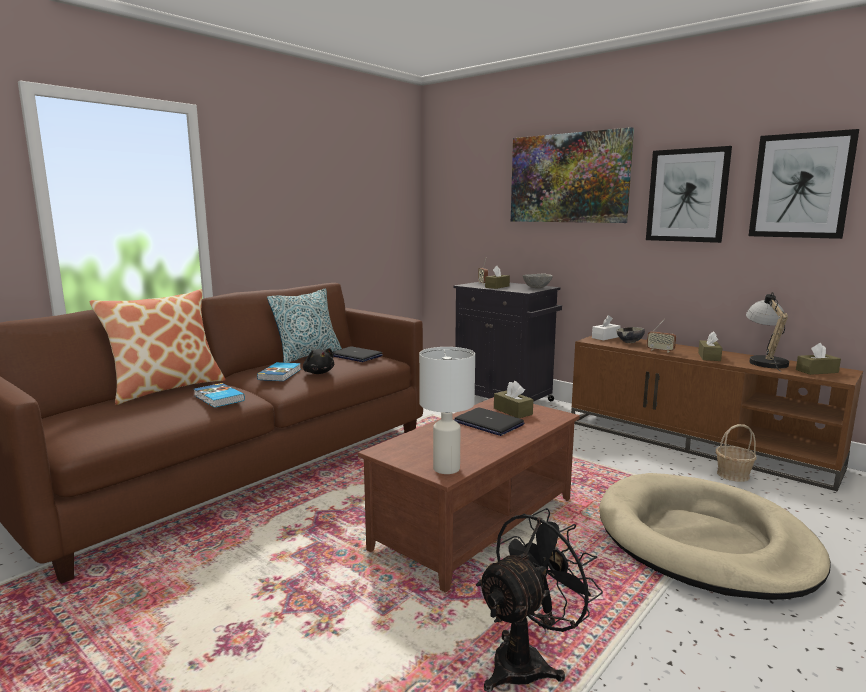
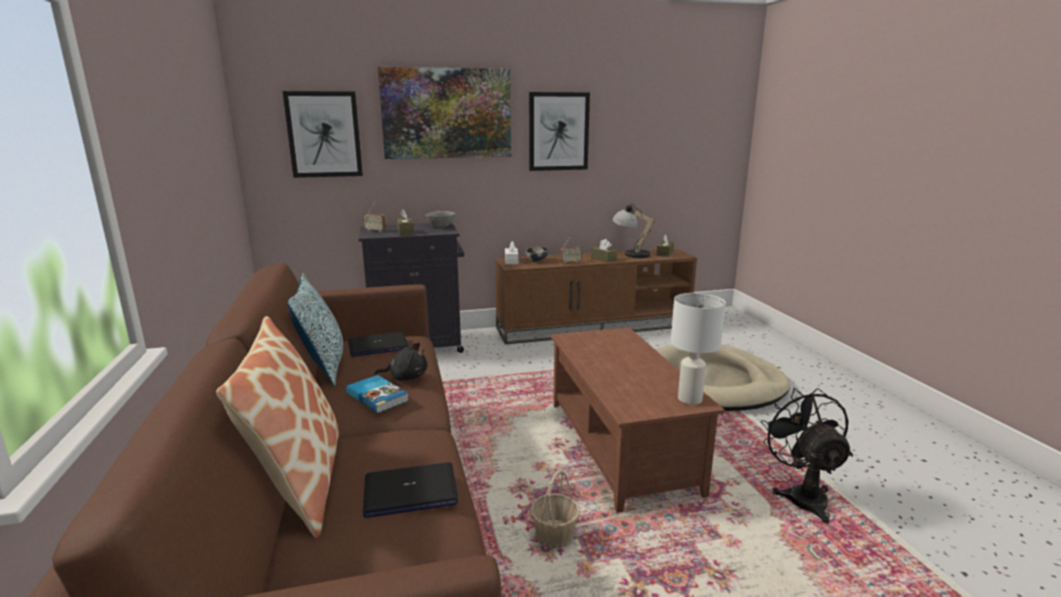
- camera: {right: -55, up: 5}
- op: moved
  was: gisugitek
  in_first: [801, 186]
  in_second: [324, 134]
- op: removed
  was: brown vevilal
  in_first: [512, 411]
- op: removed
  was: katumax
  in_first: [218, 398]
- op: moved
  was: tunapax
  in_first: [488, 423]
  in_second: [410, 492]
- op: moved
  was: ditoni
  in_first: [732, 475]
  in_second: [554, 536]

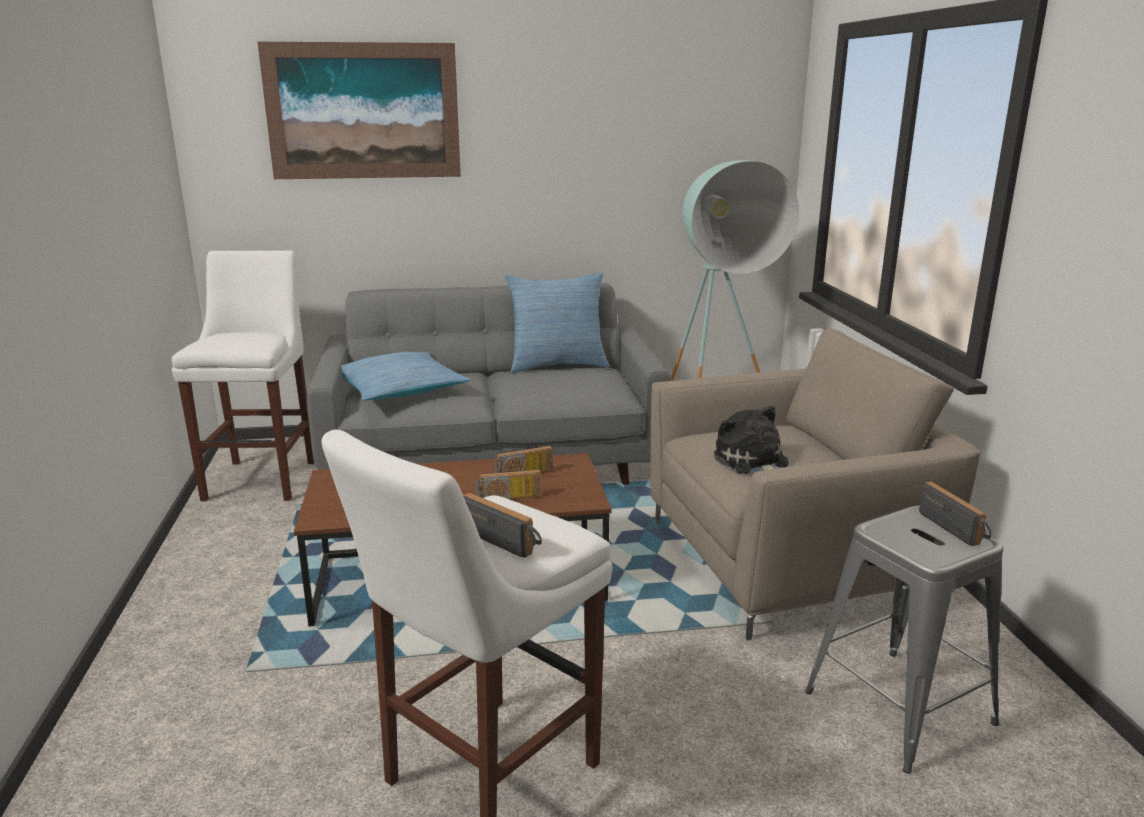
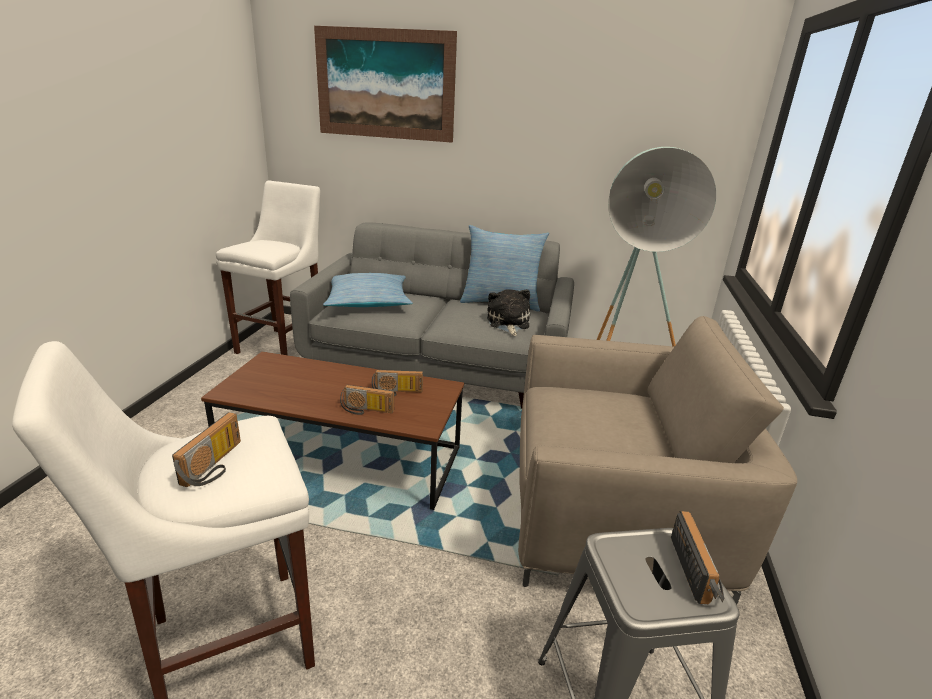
- camera: {right: 20, up: 5}
- op: moved
  was: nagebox
  in_first: [752, 463]
  in_second: [508, 323]
- op: turned
  was: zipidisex
  in_first: [505, 539]
  in_second: [216, 466]
  clockwise: 45

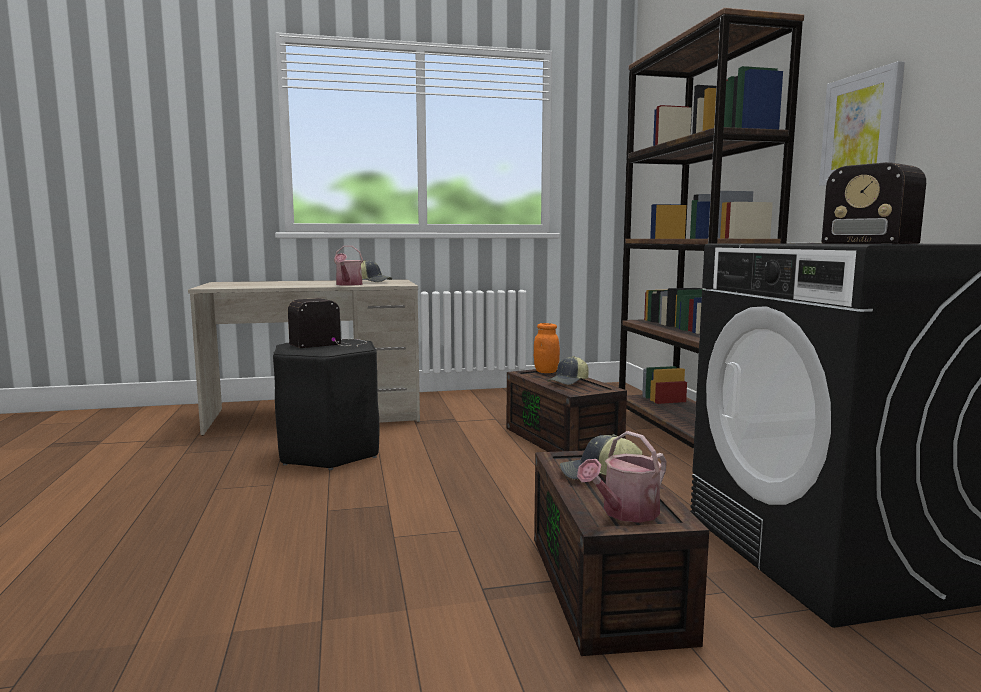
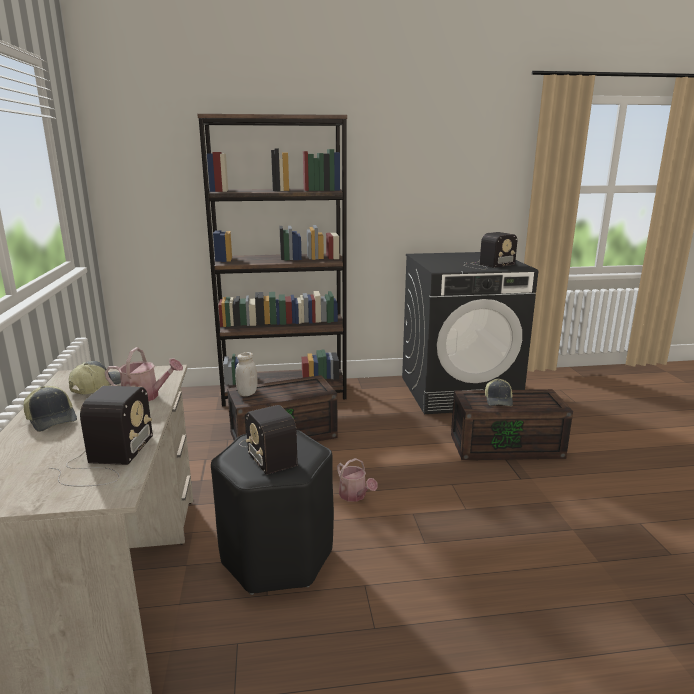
- camera: {right: -85, up: 10}
- op: removed
  was: gisugitek
  in_first: [861, 128]
- op: recoloured
  was: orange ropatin
  now: white ropatin
  in_first: [546, 372]
  in_second: [247, 393]
- op: moved
  was: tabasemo
  in_first: [569, 382]
  in_second: [53, 419]
- op: moved
  was: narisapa
  in_first: [625, 513]
  in_second: [355, 496]
- op: added
  now: zipidisex
  in_second: [106, 460]

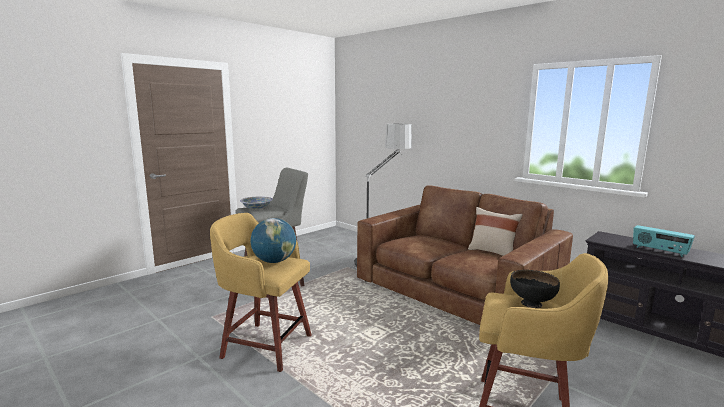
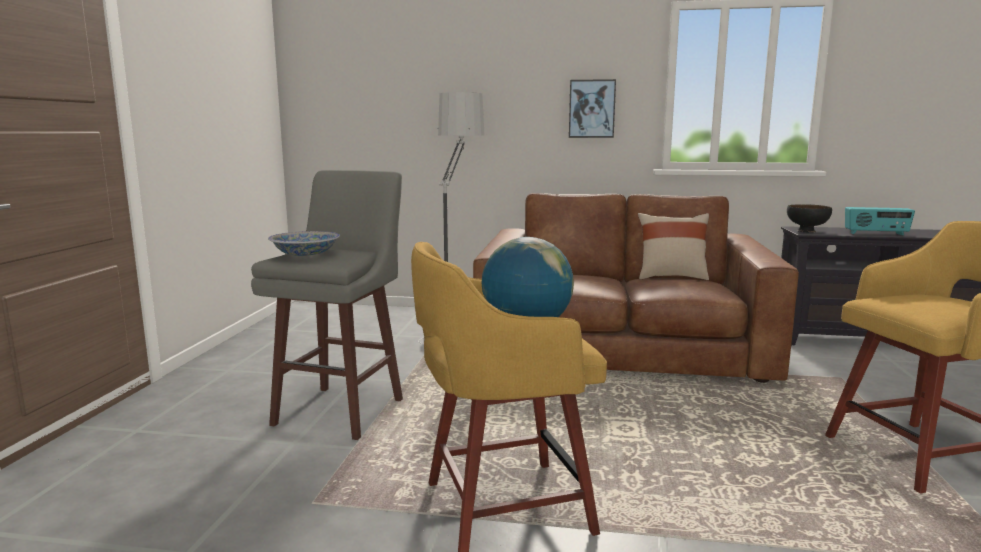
- camera: {right: -35, up: 0}
- op: moved
  was: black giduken
  in_first: [532, 304]
  in_second: [807, 231]
- op: added
  now: gisugitek
  in_second: [592, 109]

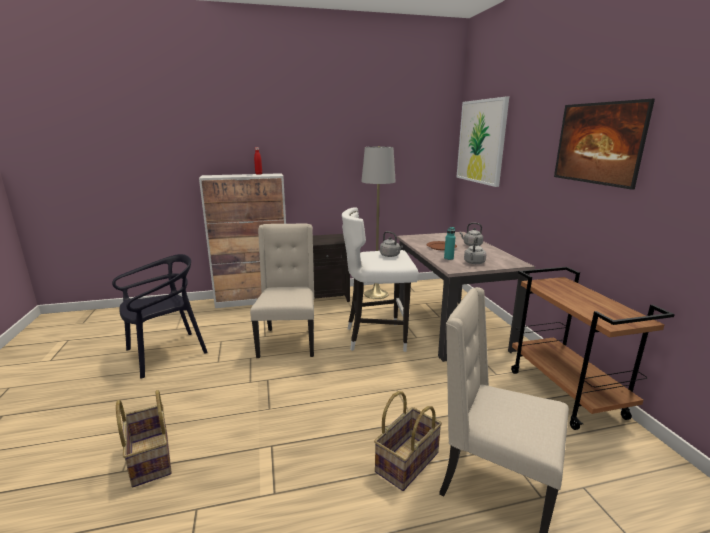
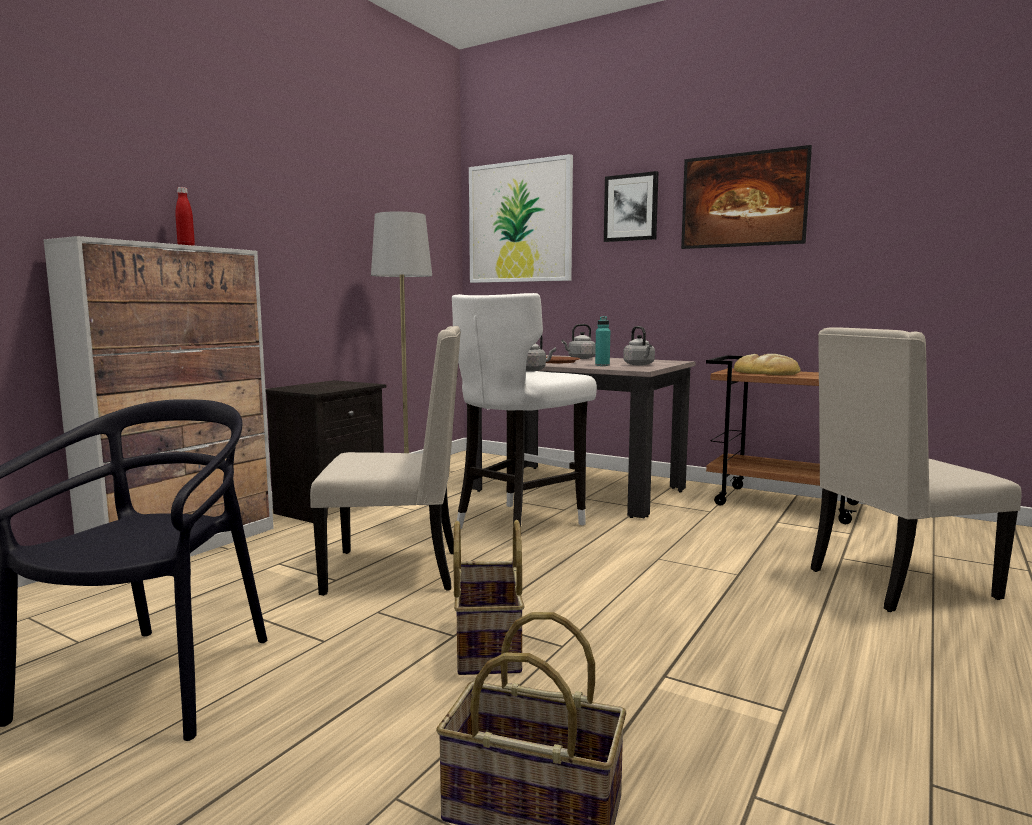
- camera: {right: -45, up: -10}
- op: turned
  was: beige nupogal
  in_first: [288, 341]
  in_second: [397, 571]
  clockwise: 135
- op: moved
  was: ditoni
  in_first: [406, 461]
  in_second: [486, 645]
- op: added
  now: gisugitek
  in_second: [631, 207]
- op: added
  now: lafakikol
  in_second: [766, 372]

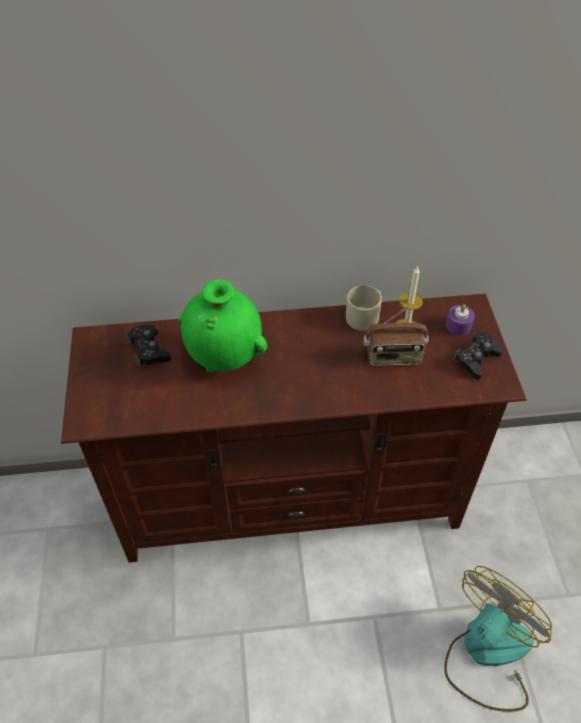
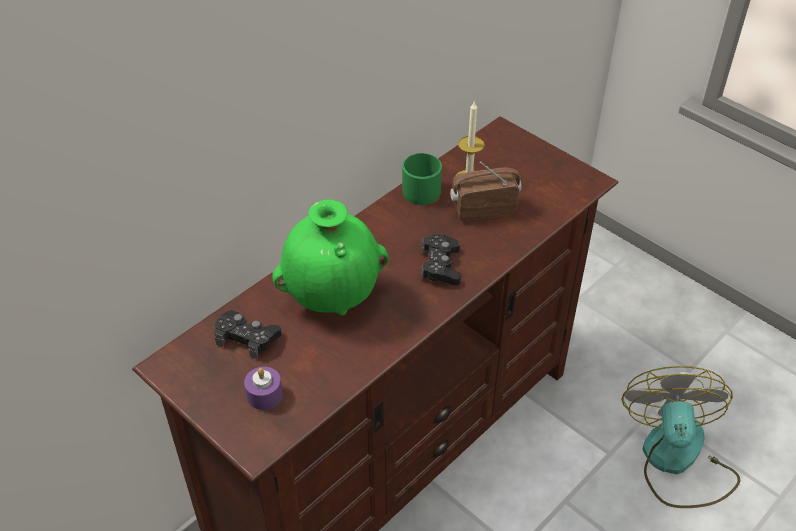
- camera: {right: -40, up: -5}
- op: recoloured
  was: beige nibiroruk
  now: green nibiroruk
  in_first: [365, 315]
  in_second: [421, 188]
- op: moved
  was: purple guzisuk
  in_first: [458, 325]
  in_second: [264, 395]
- op: turned
  was: zipidisex
  in_first: [393, 357]
  in_second: [483, 208]
  clockwise: -150
- op: moved
  was: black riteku
  in_first: [476, 359]
  in_second: [440, 266]

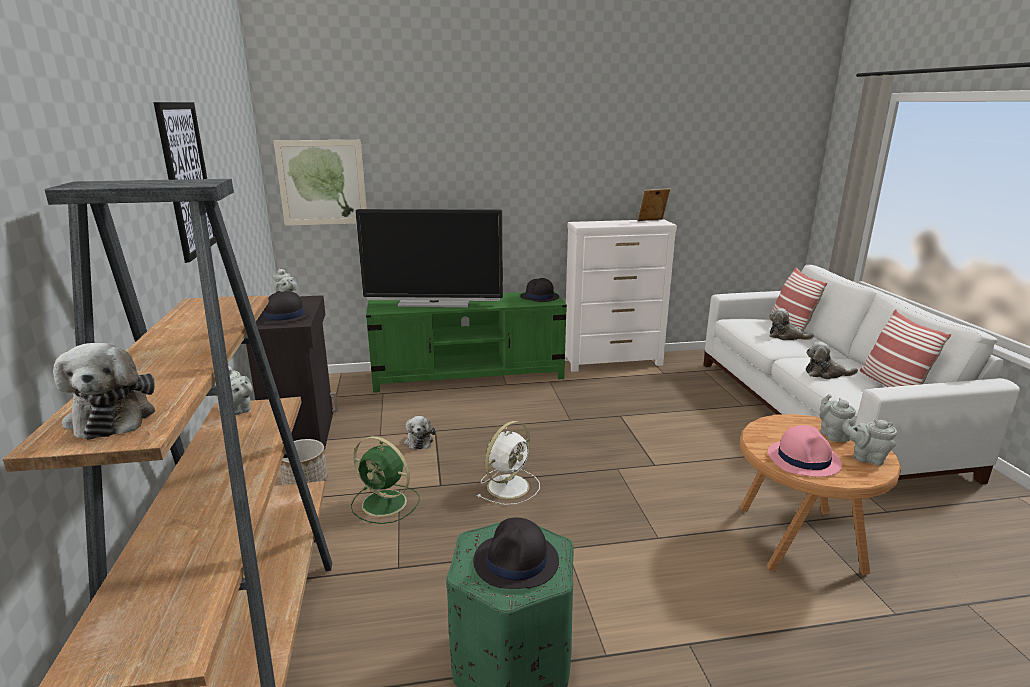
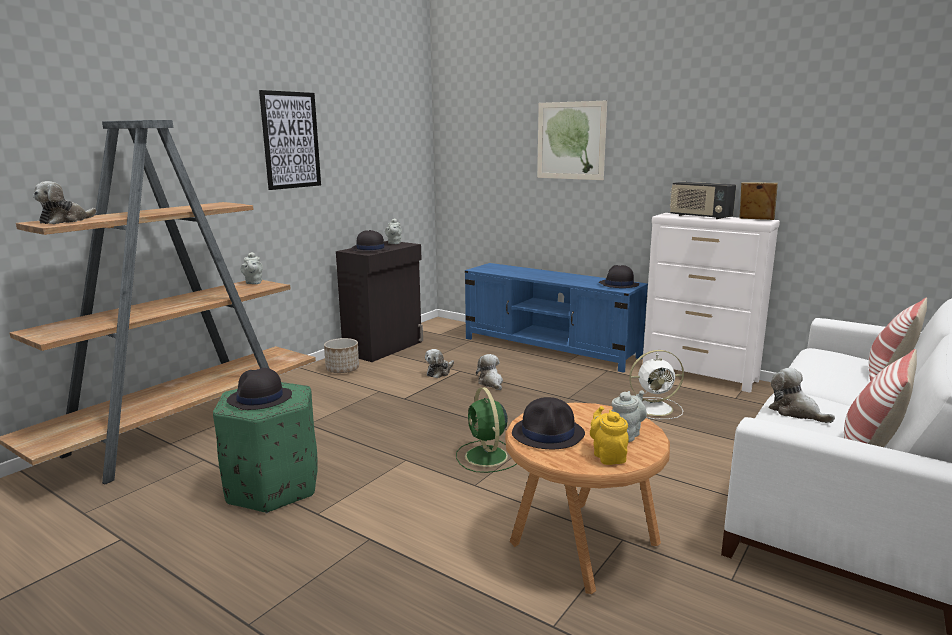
- camera: {right: 45, up: -5}
- op: moved
  was: gisugitek
  in_first: [322, 183]
  in_second: [571, 140]
- op: removed
  was: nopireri
  in_first: [434, 303]
- op: recoloured
  was: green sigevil
  now: blue sigevil
  in_first: [469, 375]
  in_second: [550, 348]
- op: moved
  was: nagebox
  in_first: [786, 336]
  in_second: [491, 383]
- op: recoloured
  was: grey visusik
  now: yellow visusik
  in_first: [866, 458]
  in_second: [608, 456]
- op: moved
  was: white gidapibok
  in_first: [509, 486]
  in_second: [655, 408]
- op: recoloured
  was: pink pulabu
  now: black pulabu
  in_first: [803, 459]
  in_second: [548, 434]
- op: moved
  was: green gidapibok
  in_first: [386, 503]
  in_second: [487, 457]
- op: added
  now: zipidisex
  in_second: [700, 216]

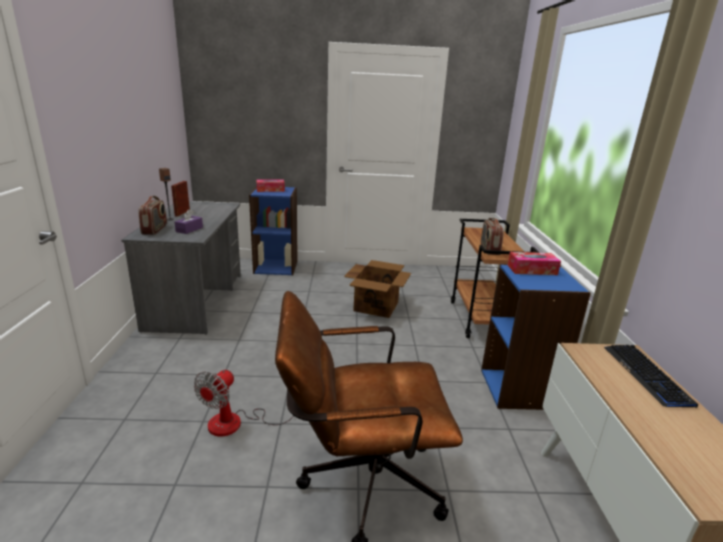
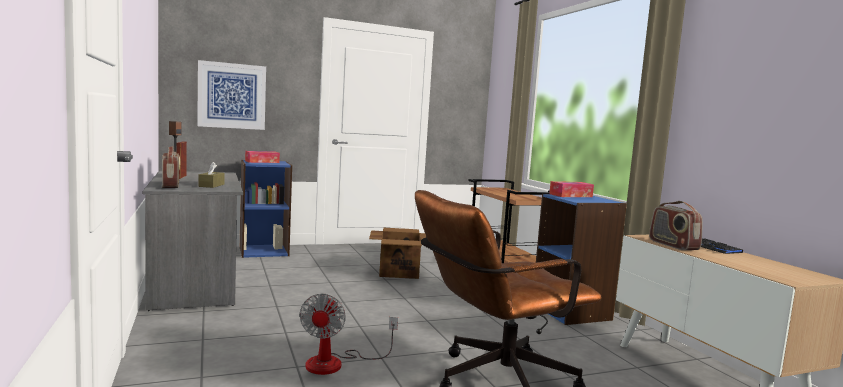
- camera: {right: -20, up: -15}
- op: recoloured
  was: purple vevilal
  now: brown vevilal
  in_first: [189, 229]
  in_second: [211, 185]
- op: moved
  was: zipidisex
  in_first: [489, 249]
  in_second: [672, 245]
- op: added
  now: gisugitek
  in_second: [232, 96]

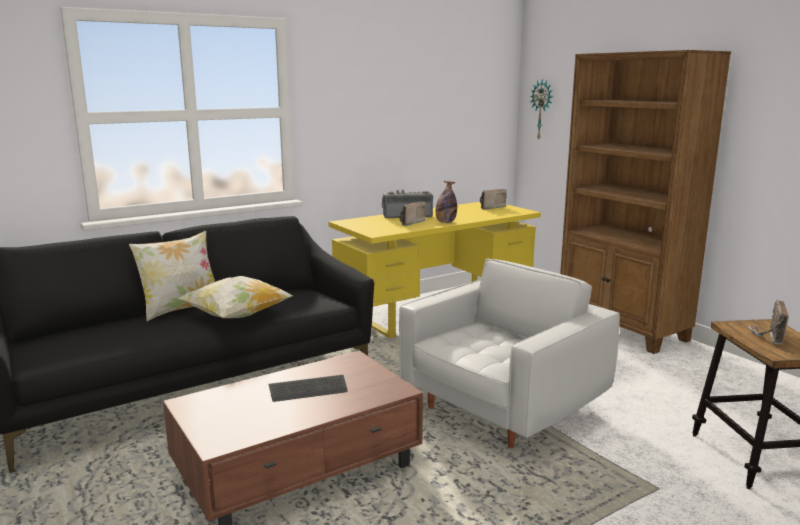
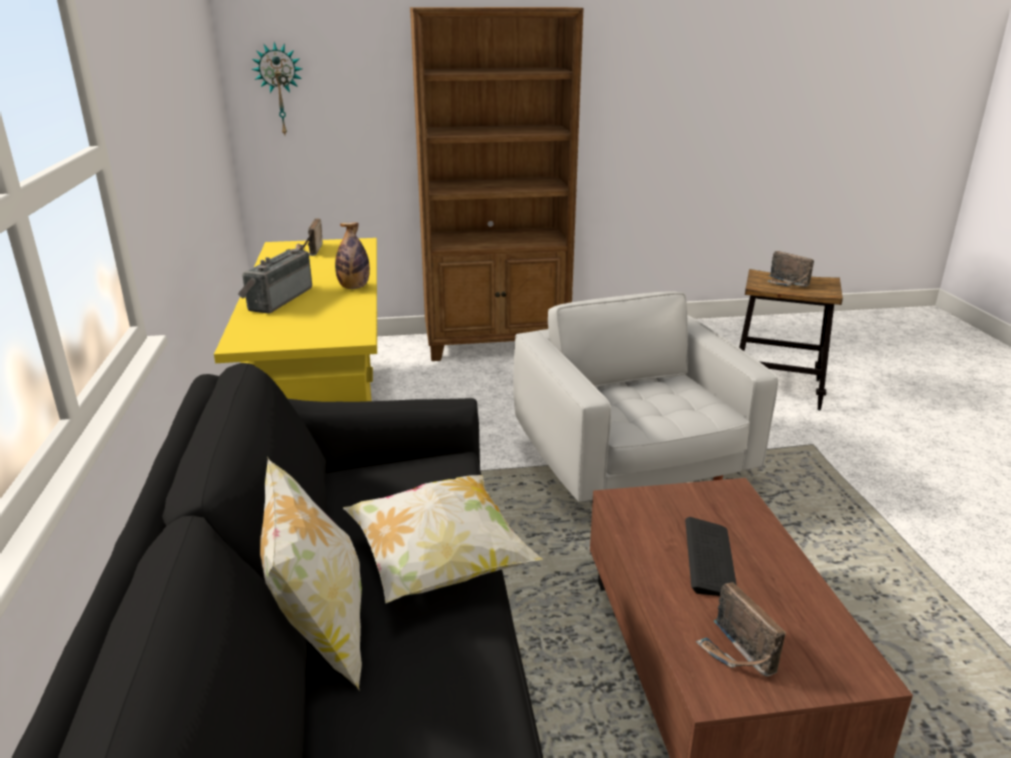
- camera: {right: -65, up: 10}
- op: moved
  was: zipidisex
  in_first: [409, 223]
  in_second: [736, 653]

